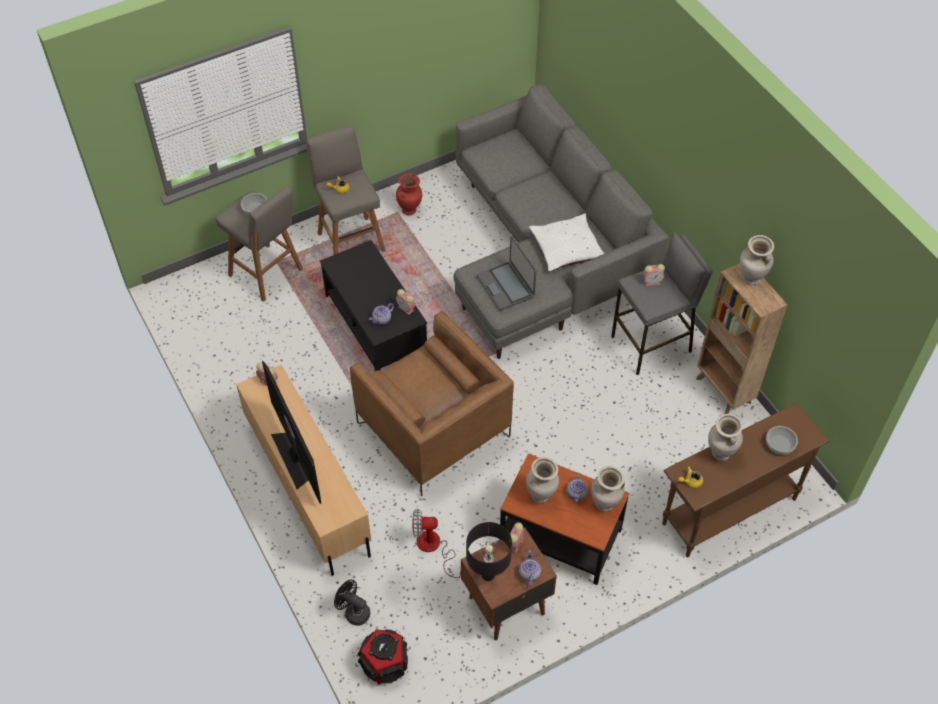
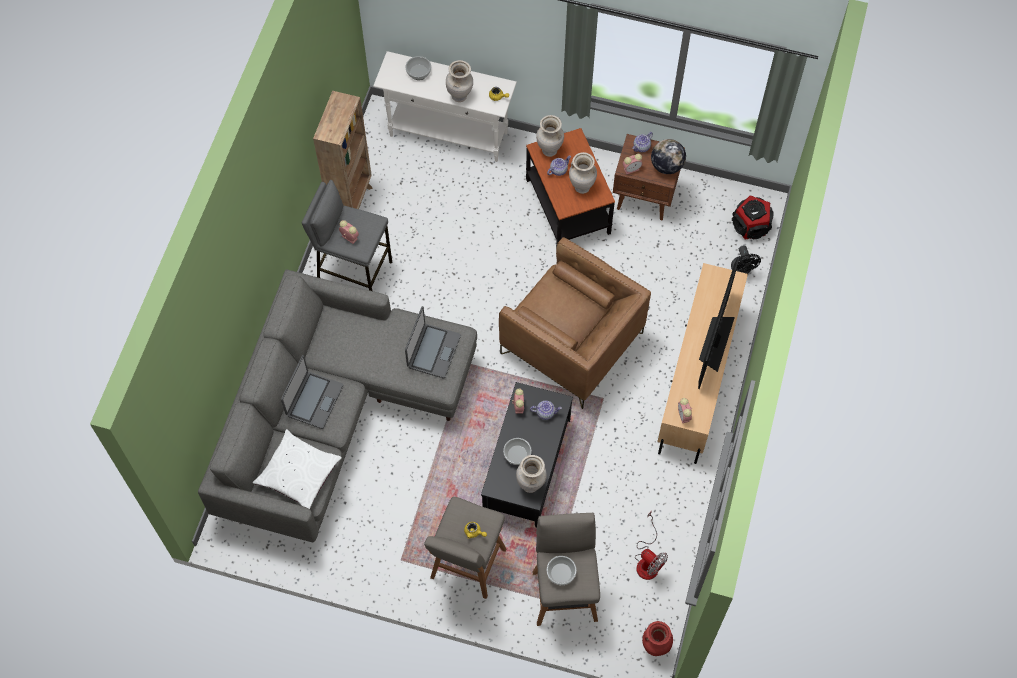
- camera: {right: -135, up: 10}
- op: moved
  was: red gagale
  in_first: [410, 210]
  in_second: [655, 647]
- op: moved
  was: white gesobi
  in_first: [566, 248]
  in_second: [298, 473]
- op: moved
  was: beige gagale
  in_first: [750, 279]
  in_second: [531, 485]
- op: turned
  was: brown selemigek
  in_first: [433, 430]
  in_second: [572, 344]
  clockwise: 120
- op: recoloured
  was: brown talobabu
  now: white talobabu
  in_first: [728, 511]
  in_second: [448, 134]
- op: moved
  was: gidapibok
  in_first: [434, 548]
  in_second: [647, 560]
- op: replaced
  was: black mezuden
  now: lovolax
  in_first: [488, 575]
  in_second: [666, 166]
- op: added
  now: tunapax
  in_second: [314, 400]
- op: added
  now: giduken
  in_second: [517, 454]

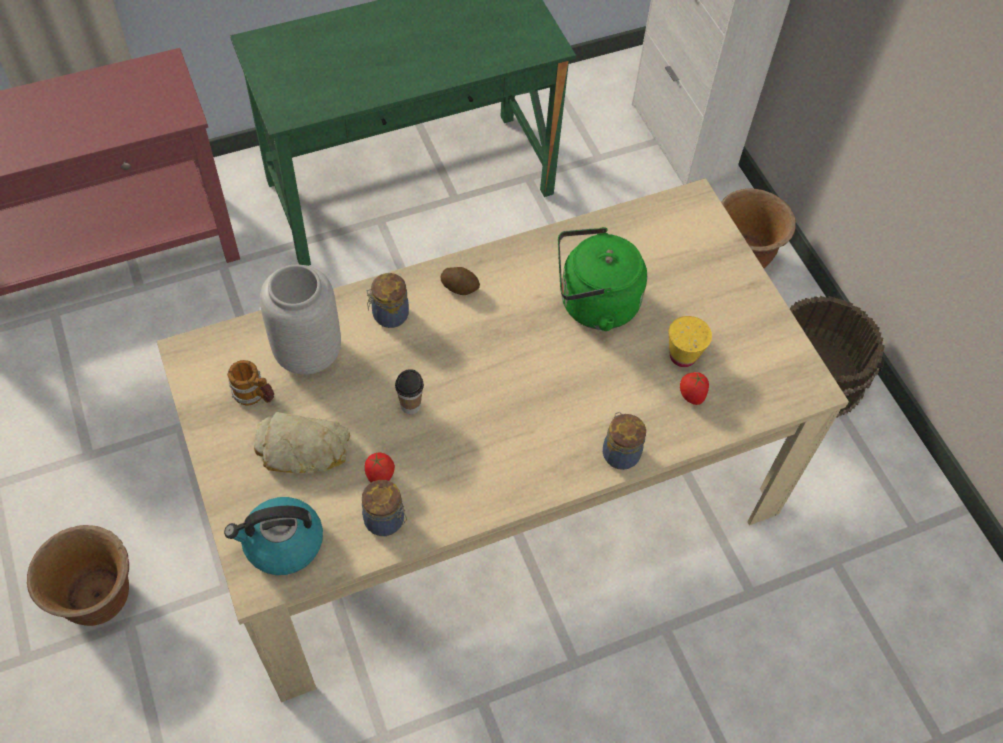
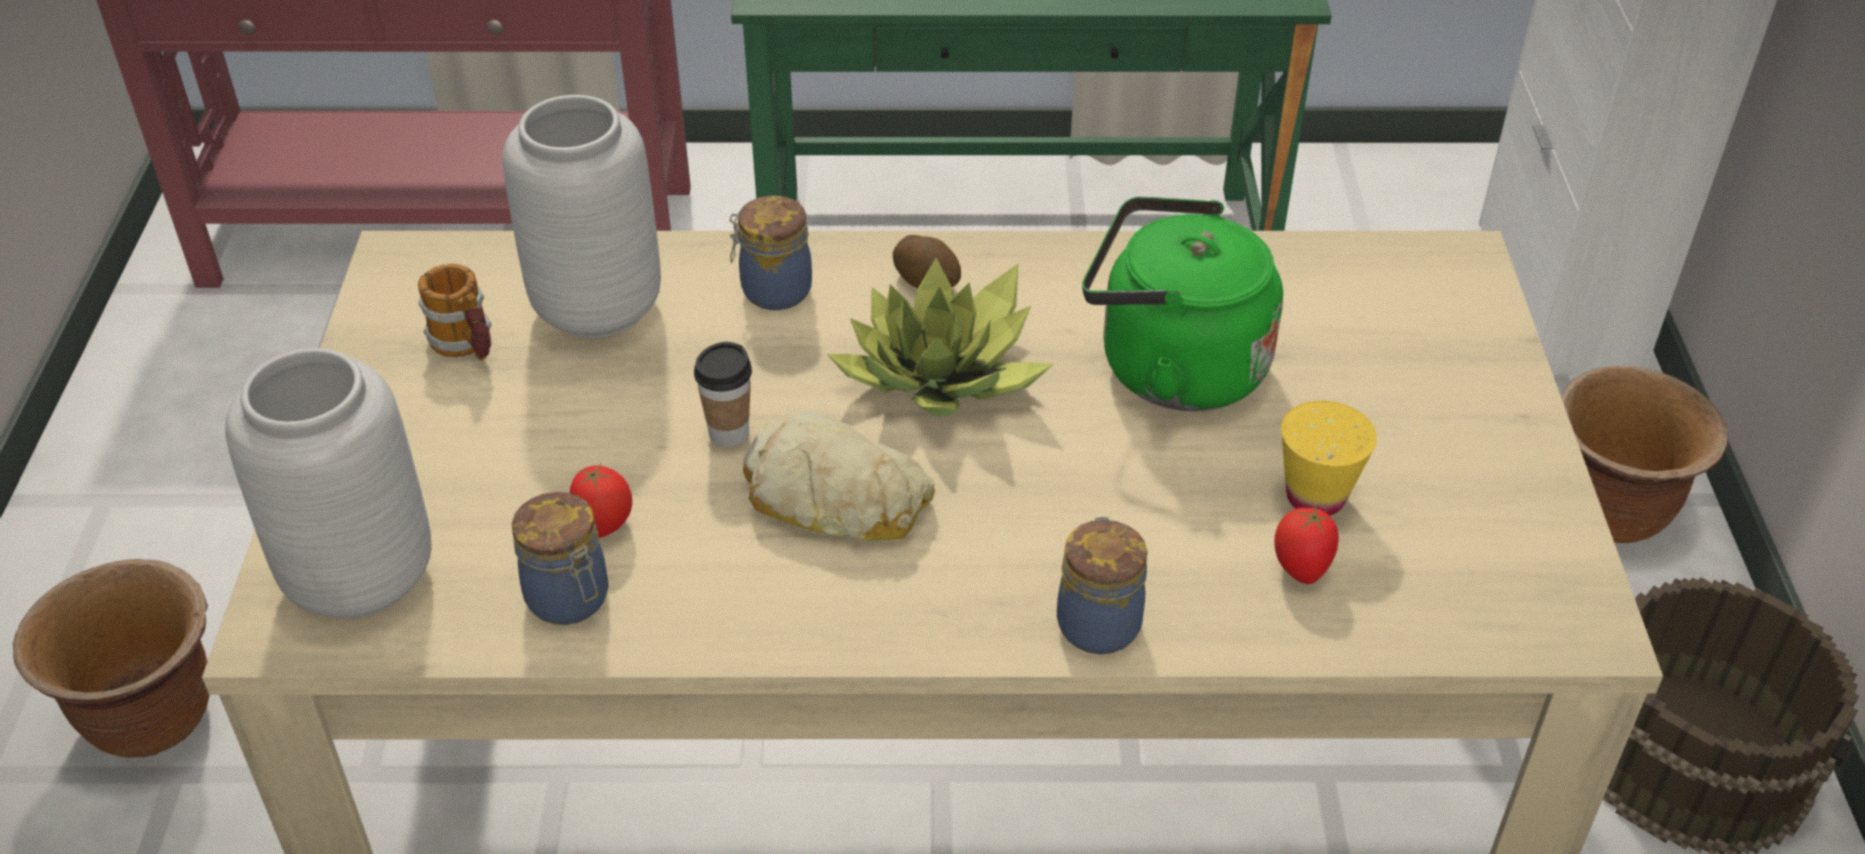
- camera: {right: 25, up: -15}
- op: moved
  was: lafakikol
  in_first: [303, 449]
  in_second: [836, 497]
- op: replaced
  was: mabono
  now: grey gagale
  in_first: [282, 543]
  in_second: [361, 580]
- op: added
  now: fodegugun
  in_second: [944, 375]

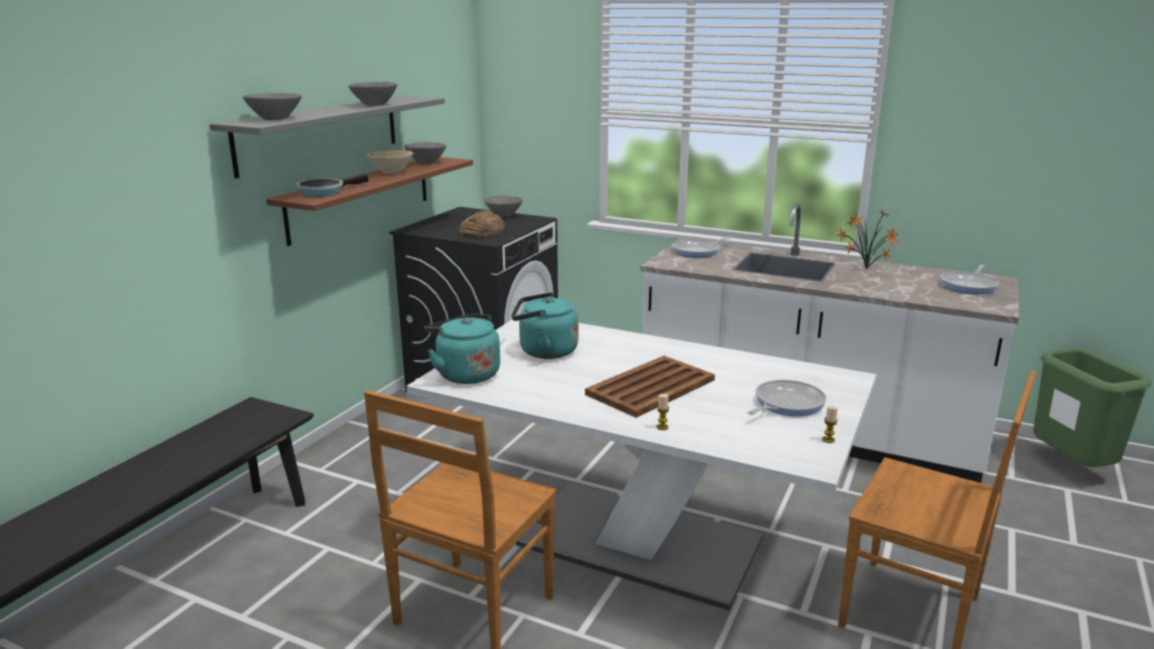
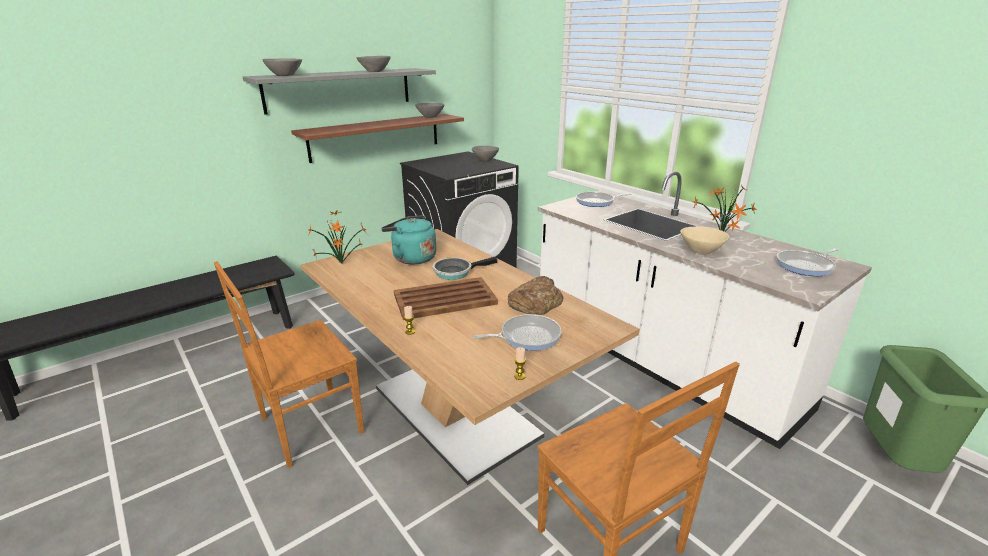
- camera: {right: 25, up: 5}
- op: moved
  was: beige giduken
  in_first: [391, 172]
  in_second: [700, 250]
- op: moved
  was: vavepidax
  in_first: [324, 192]
  in_second: [456, 272]
- op: moved
  was: lafakikol
  in_first: [482, 231]
  in_second: [535, 302]
- op: replaced
  was: turquoise mabono
  now: fodegugun
  in_first: [465, 374]
  in_second: [343, 263]
- op: recoloured
  was: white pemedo
  now: brown pemedo
  in_first: [639, 542]
  in_second: [454, 411]

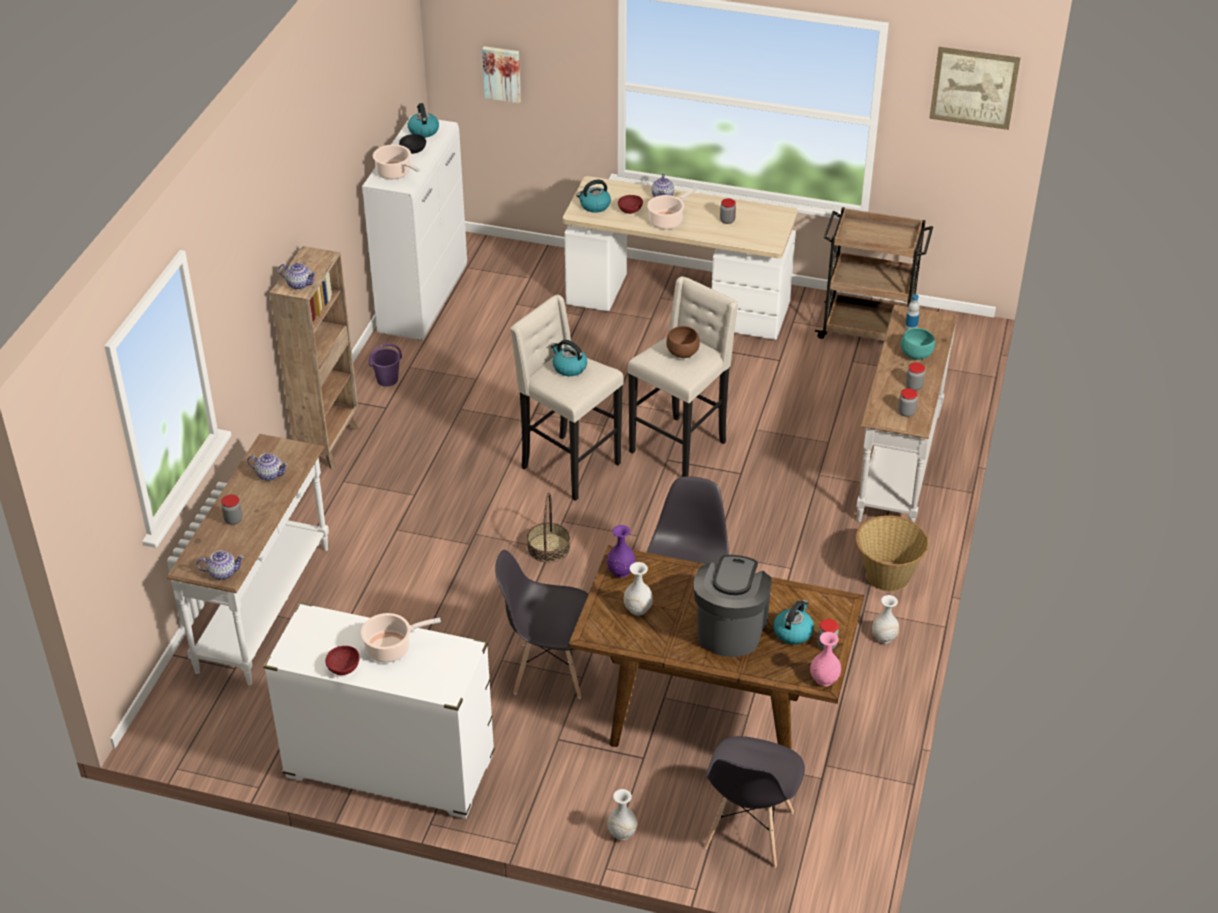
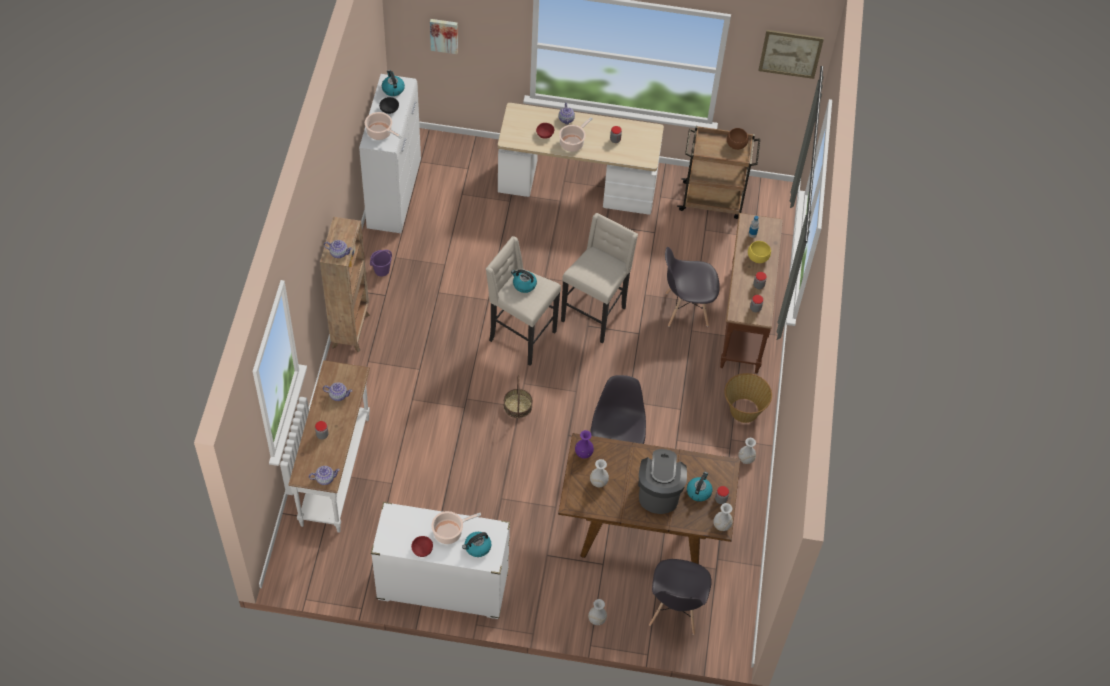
- camera: {right: -10, up: 15}
- op: moved
  was: mabono
  in_first: [594, 206]
  in_second: [477, 547]
- op: recoloured
  was: white talobabu
  now: brown talobabu
  in_first: [897, 466]
  in_second: [743, 319]
- op: moved
  was: brown giduken
  in_first: [683, 354]
  in_second: [736, 145]
- op: recoloured
  was: turquoise giduken
  now: yellow giduken
  in_first: [916, 355]
  in_second: [758, 257]
- op: moved
  was: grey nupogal
  in_first: [549, 671]
  in_second: [686, 309]
- op: recoloured
  was: pink gagale
  now: white gagale
  in_first: [824, 679]
  in_second: [722, 526]

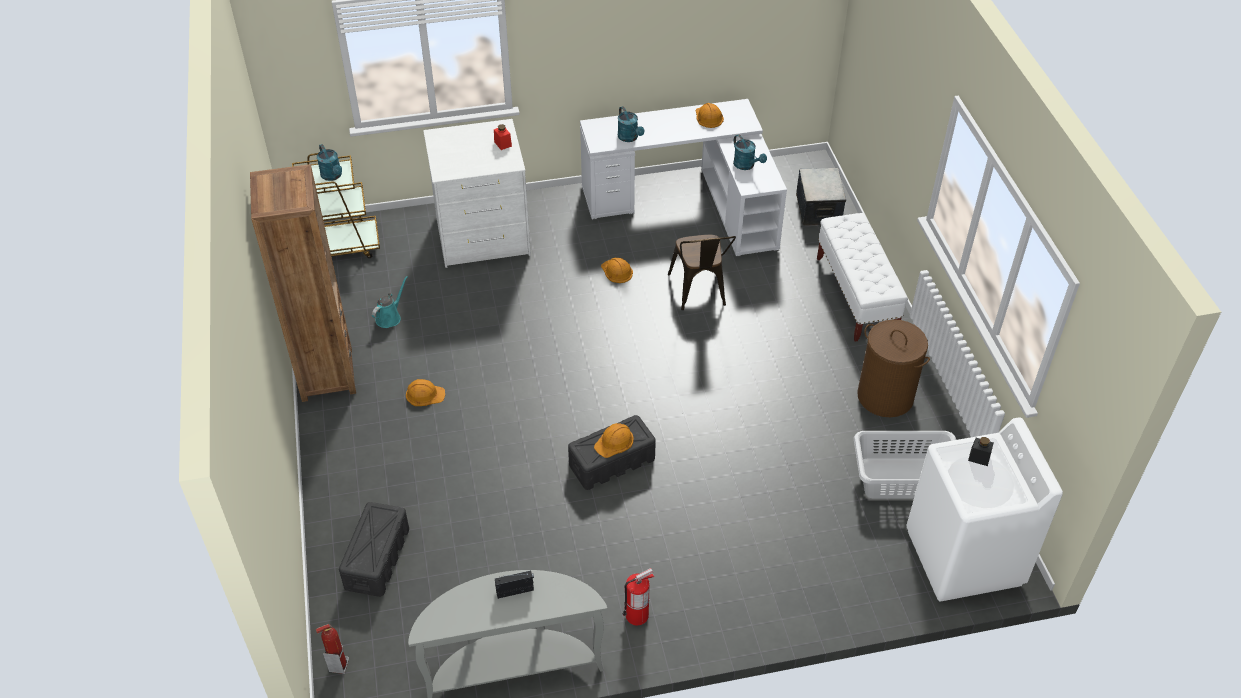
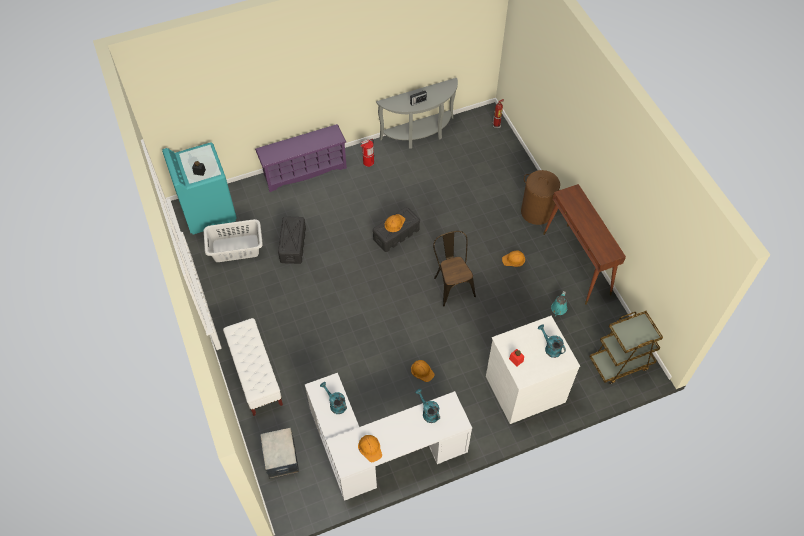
- camera: {right: 170, up: 10}
- op: moved
  was: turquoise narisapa
  in_first: [333, 176]
  in_second: [550, 348]
- op: replaced
  was: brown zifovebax
  now: brown talobabu
  in_first: [327, 374]
  in_second: [576, 264]
- op: moved
  was: brown nupogal
  in_first: [699, 293]
  in_second: [452, 284]
- op: moved
  was: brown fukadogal
  in_first: [885, 396]
  in_second: [536, 212]
- op: recoloured
  was: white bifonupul
  now: turquoise bifonupul
  in_first: [964, 558]
  in_second: [208, 210]
- op: moved
  was: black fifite
  in_first: [377, 558]
  in_second: [293, 245]
- op: added
  now: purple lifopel
  in_second: [304, 171]

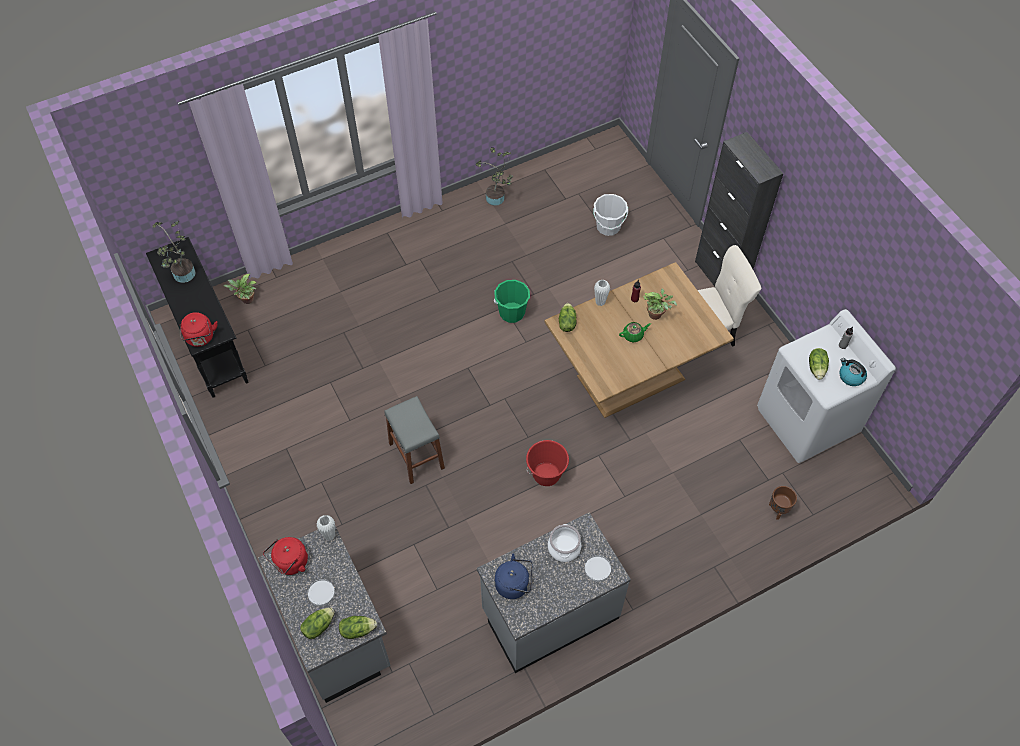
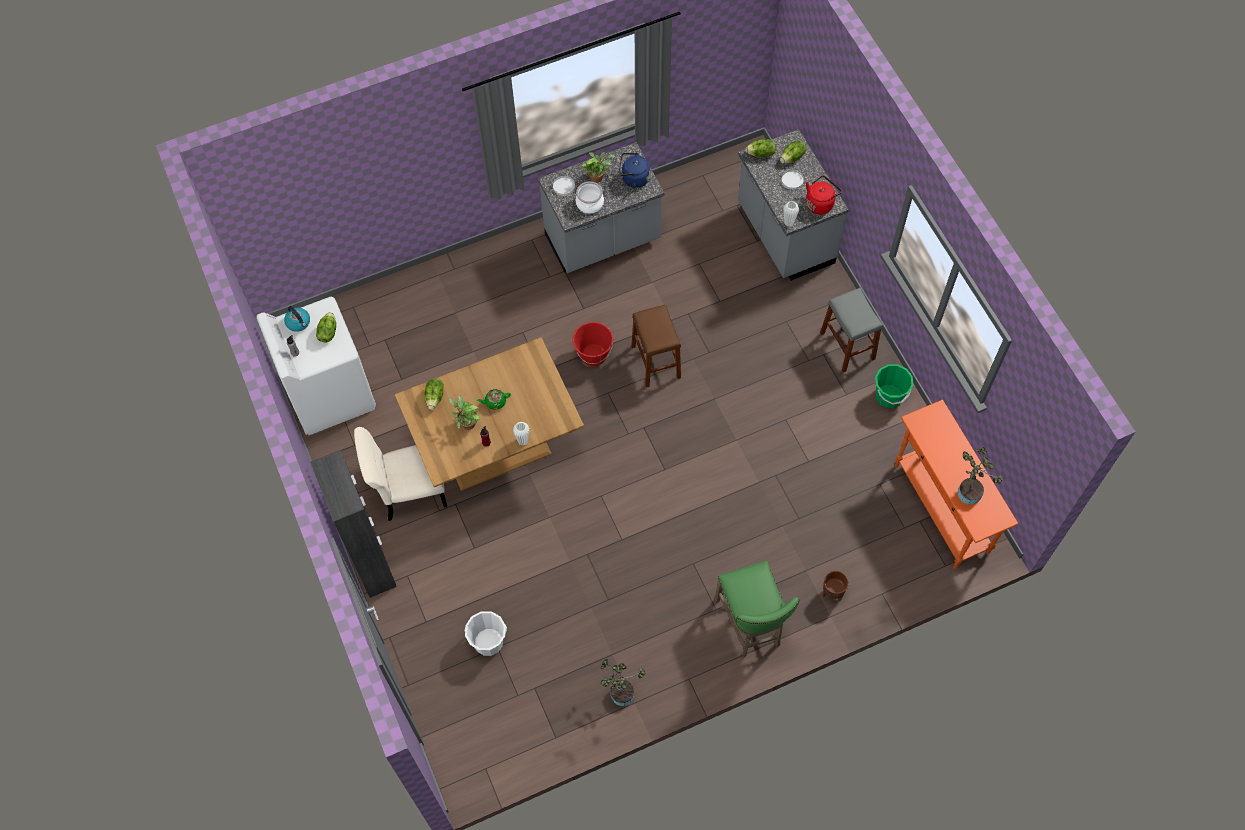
- camera: {right: -175, up: 5}
- op: recoloured
  was: black talobabu
  now: orange talobabu
  in_first: [211, 346]
  in_second: [941, 509]
- op: moved
  was: fodegugun
  in_first: [246, 300]
  in_second: [597, 177]
- op: moved
  was: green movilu
  in_first: [512, 312]
  in_second: [889, 396]
- op: moved
  was: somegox
  in_first: [566, 323]
  in_second: [435, 397]
- op: removed
  was: red mabono
  in_first: [200, 338]
- op: moved
  was: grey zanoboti
  in_first: [416, 455]
  in_second: [847, 346]
- op: moved
  was: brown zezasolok
  in_first: [777, 510]
  in_second: [832, 593]
- op: added
  now: brown zanoboti
  in_second: [656, 362]
- op: added
  now: green zanoboti
  in_second: [750, 625]

